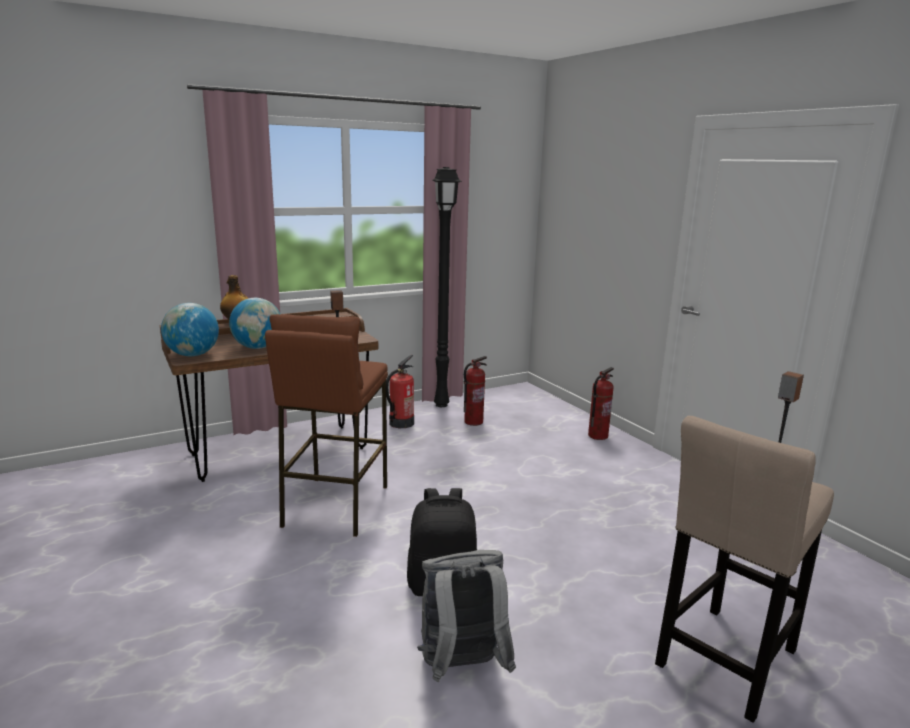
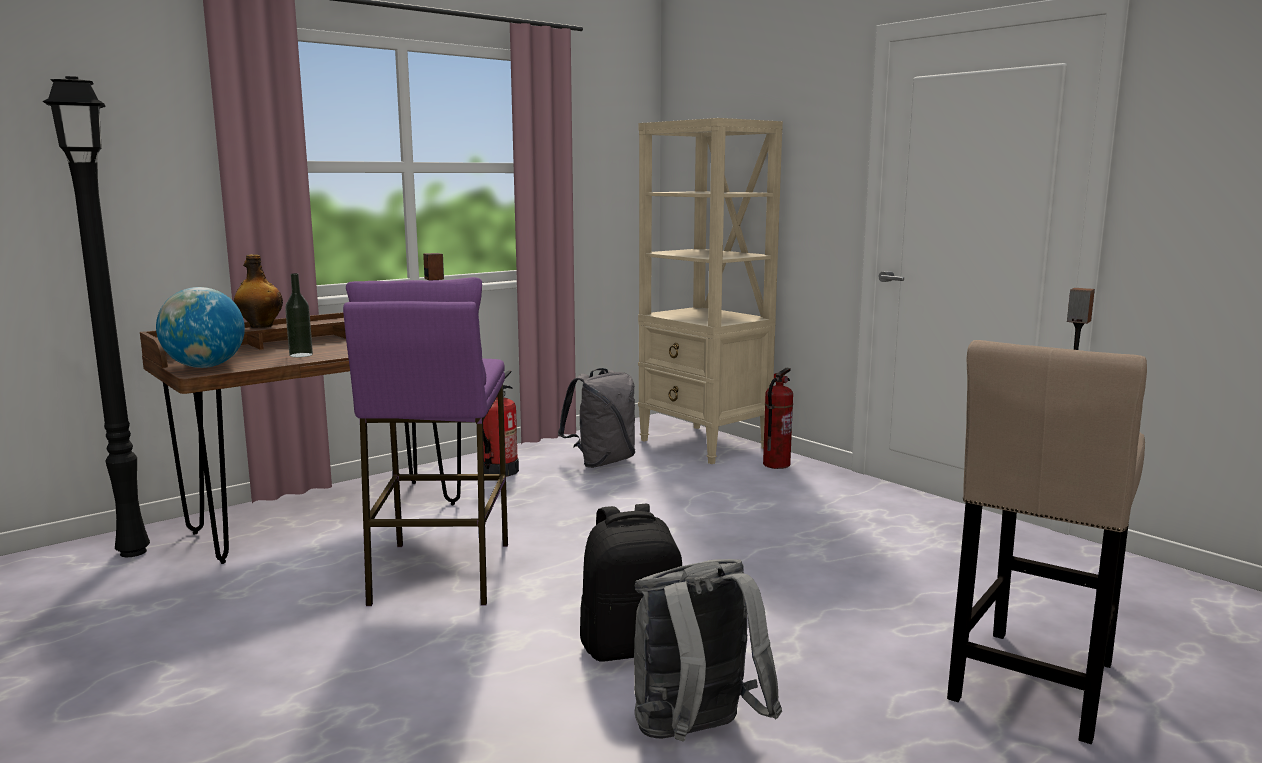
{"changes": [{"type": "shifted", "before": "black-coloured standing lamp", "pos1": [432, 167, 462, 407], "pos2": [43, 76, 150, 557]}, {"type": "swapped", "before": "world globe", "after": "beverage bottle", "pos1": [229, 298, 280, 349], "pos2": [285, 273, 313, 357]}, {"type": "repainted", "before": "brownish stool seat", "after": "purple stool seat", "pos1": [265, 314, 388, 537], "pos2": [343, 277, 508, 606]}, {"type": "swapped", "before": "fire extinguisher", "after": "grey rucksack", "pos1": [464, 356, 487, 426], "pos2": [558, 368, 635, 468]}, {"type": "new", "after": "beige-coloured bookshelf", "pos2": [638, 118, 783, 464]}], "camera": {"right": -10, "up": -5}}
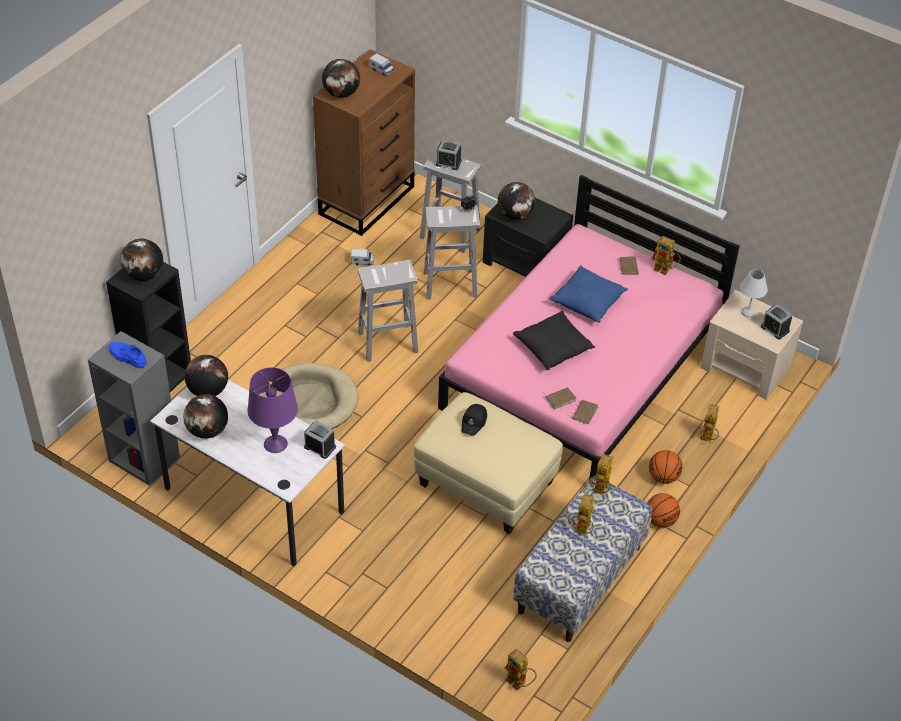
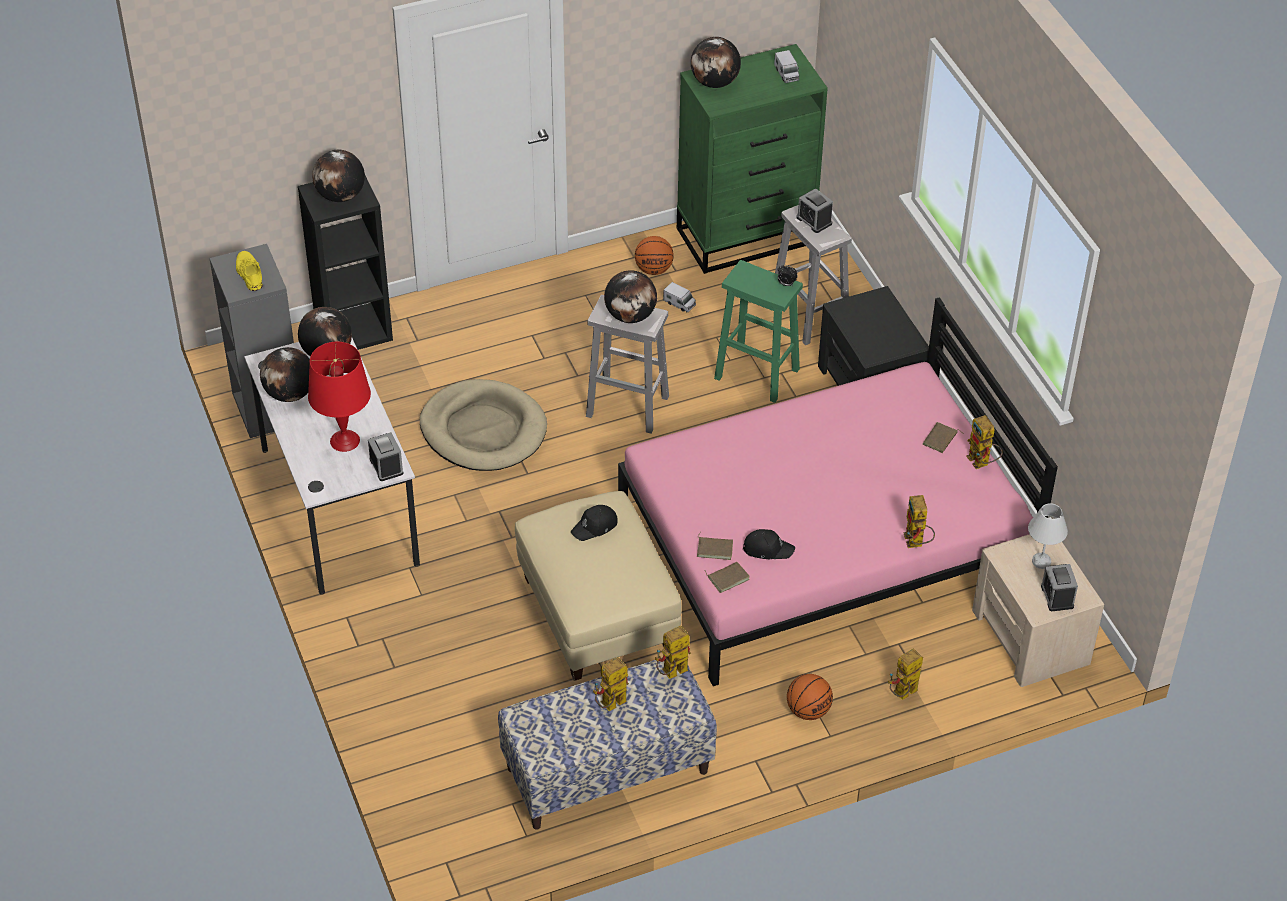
{"changes": [{"type": "repainted", "before": "brownish drawer chest", "after": "green drawer chest", "pos1": [313, 49, 415, 236], "pos2": [677, 44, 828, 274]}, {"type": "shifted", "before": "world globe", "pos1": [498, 182, 535, 220], "pos2": [604, 271, 657, 323]}, {"type": "repainted", "before": "white-coloured stool seat", "after": "green stool seat", "pos1": [424, 205, 480, 300], "pos2": [714, 260, 803, 403]}, {"type": "gone", "before": "blue-coloured cushion", "pos1": [549, 265, 628, 323]}, {"type": "gone", "before": "black-coloured cushion", "pos1": [513, 311, 596, 370]}, {"type": "repainted", "before": "blue-coloured item of footwear", "after": "yellow item of footwear", "pos1": [109, 342, 147, 368], "pos2": [236, 251, 263, 291]}, {"type": "repainted", "before": "purple table lamp", "after": "red-coloured table lamp", "pos1": [248, 367, 298, 453], "pos2": [308, 342, 371, 452]}, {"type": "shifted", "before": "basketball", "pos1": [647, 493, 680, 528], "pos2": [635, 236, 674, 275]}, {"type": "shifted", "before": "model robot", "pos1": [504, 649, 537, 690], "pos2": [904, 495, 935, 548]}, {"type": "new", "after": "black-coloured peaked cap", "pos2": [743, 529, 795, 559]}], "camera": {"right": 35, "up": 0}}
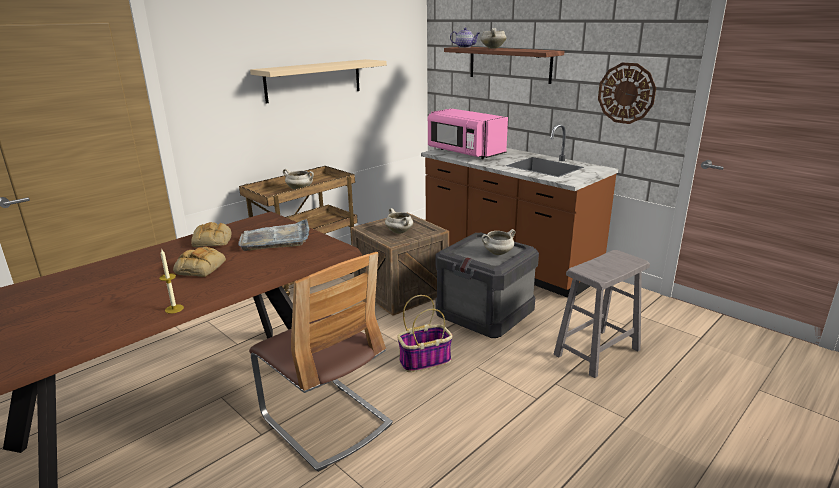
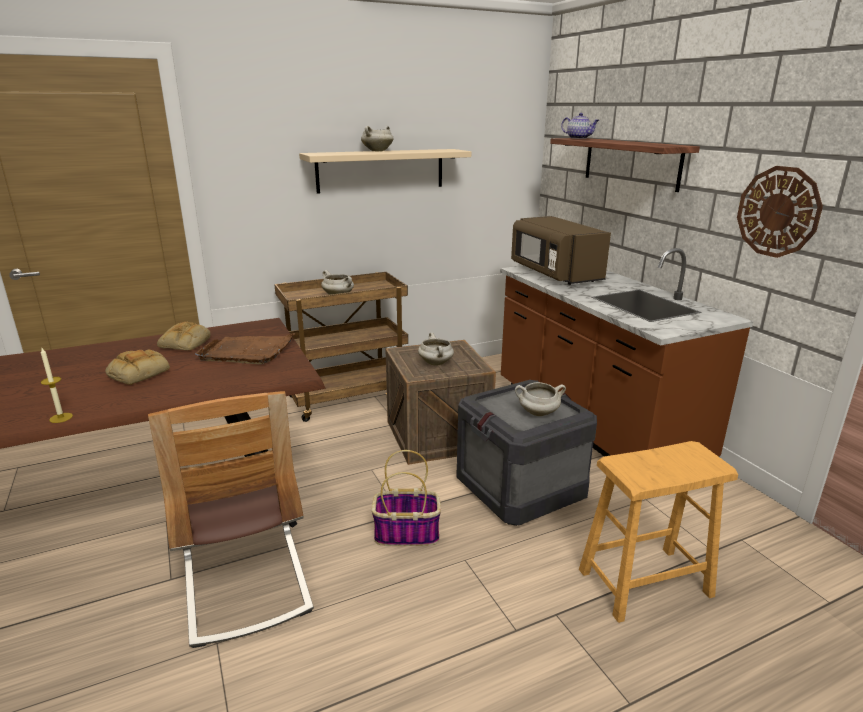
{"changes": [{"type": "shifted", "before": "white-coloured saucepot", "pos1": [480, 28, 507, 48], "pos2": [361, 126, 394, 152]}, {"type": "repainted", "before": "pink-coloured microwave oven", "after": "brownish microwave oven", "pos1": [428, 109, 508, 159], "pos2": [511, 216, 611, 285]}, {"type": "repainted", "before": "grey tray", "after": "brownish tray", "pos1": [238, 219, 309, 251], "pos2": [195, 333, 296, 364]}, {"type": "repainted", "before": "grey stool seat", "after": "brownish stool seat", "pos1": [554, 250, 650, 378], "pos2": [579, 441, 738, 623]}], "camera": {"right": 20, "up": 0}}
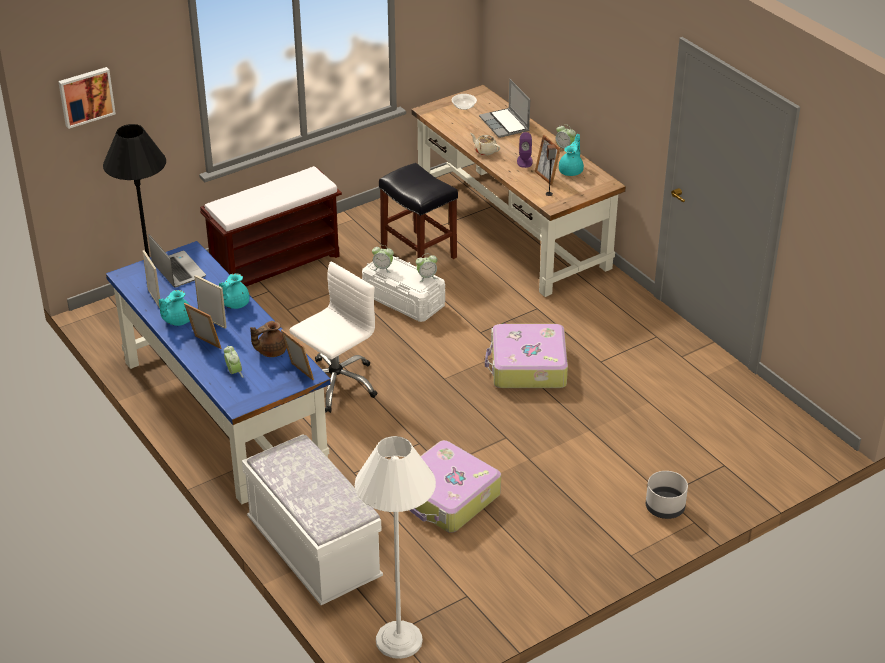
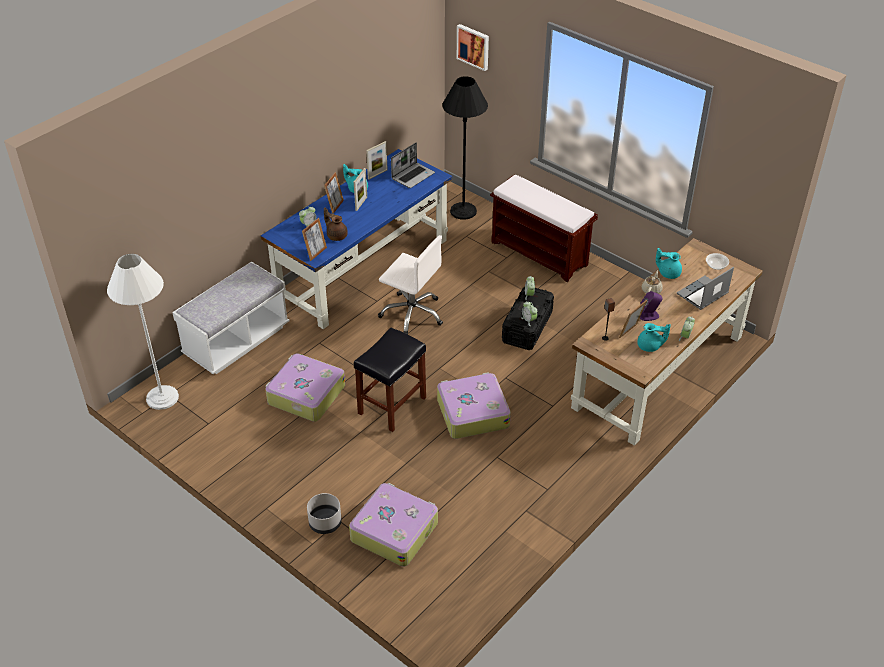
{"changes": [{"type": "shifted", "before": "black-coloured stool seat", "pos1": [379, 163, 458, 259], "pos2": [354, 327, 426, 432]}, {"type": "repainted", "before": "white-coloured storage bin", "after": "black-coloured storage bin", "pos1": [362, 256, 445, 322], "pos2": [502, 287, 554, 350]}, {"type": "shifted", "before": "turquoise tea pot", "pos1": [219, 273, 249, 309], "pos2": [656, 248, 682, 279]}, {"type": "new", "after": "piece of luggage", "pos2": [349, 483, 438, 566]}], "camera": {"right": 75, "up": 5}}
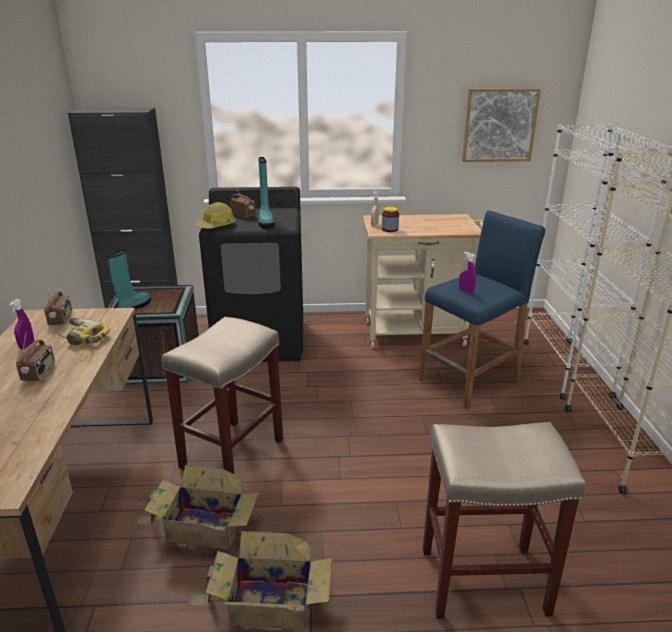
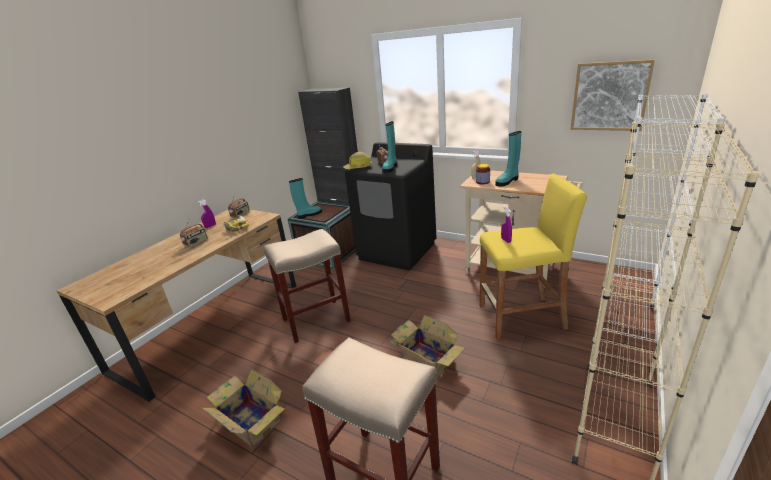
{"changes": [{"type": "repainted", "before": "blue-coloured stool seat", "after": "yellow stool seat", "pos1": [419, 210, 545, 409], "pos2": [479, 174, 587, 339]}, {"type": "shifted", "before": "carton", "pos1": [134, 465, 259, 550], "pos2": [388, 314, 465, 378]}, {"type": "new", "after": "turquoise boot", "pos2": [495, 131, 521, 187]}], "camera": {"right": 35, "up": 0}}
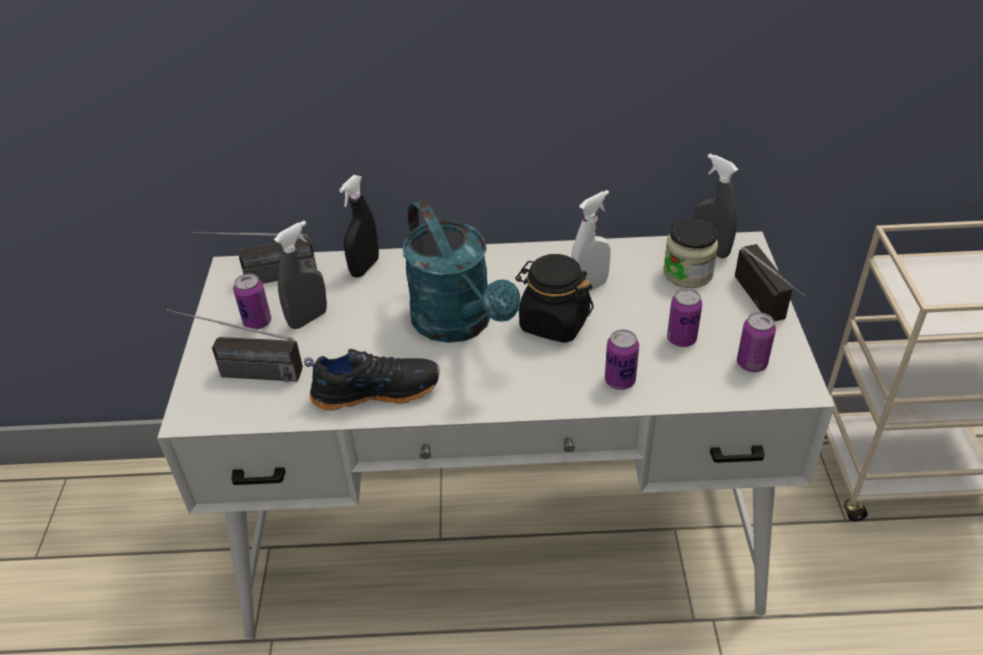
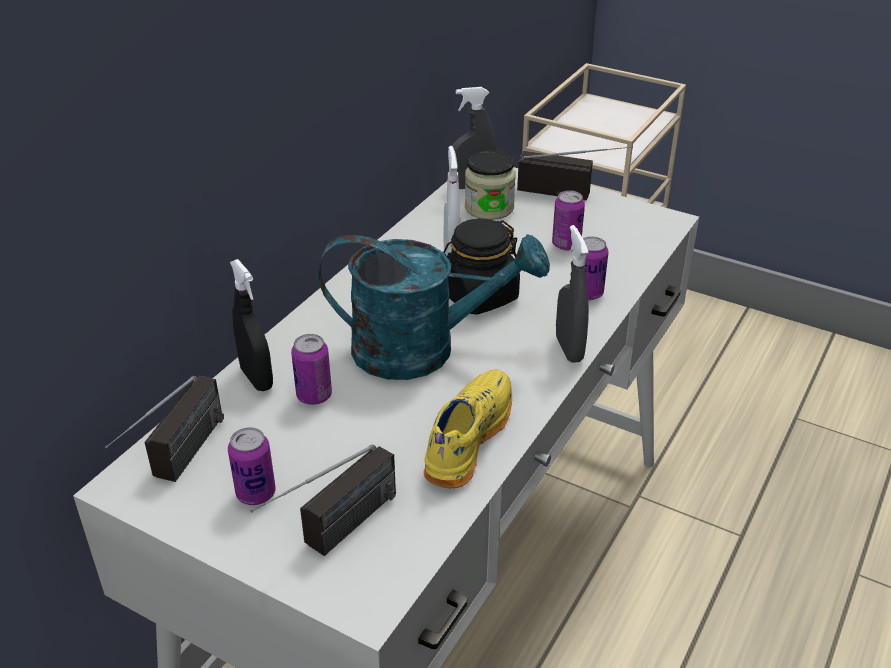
{"changes": [{"type": "shifted", "before": "grey sprayer", "pos1": [274, 221, 327, 329], "pos2": [556, 225, 589, 363]}, {"type": "shifted", "before": "sealed can", "pos1": [737, 312, 776, 372], "pos2": [291, 334, 332, 405]}, {"type": "repainted", "before": "black-coloured item of footwear", "after": "yellow item of footwear", "pos1": [304, 349, 440, 411], "pos2": [423, 369, 512, 488]}], "camera": {"right": -60, "up": -5}}
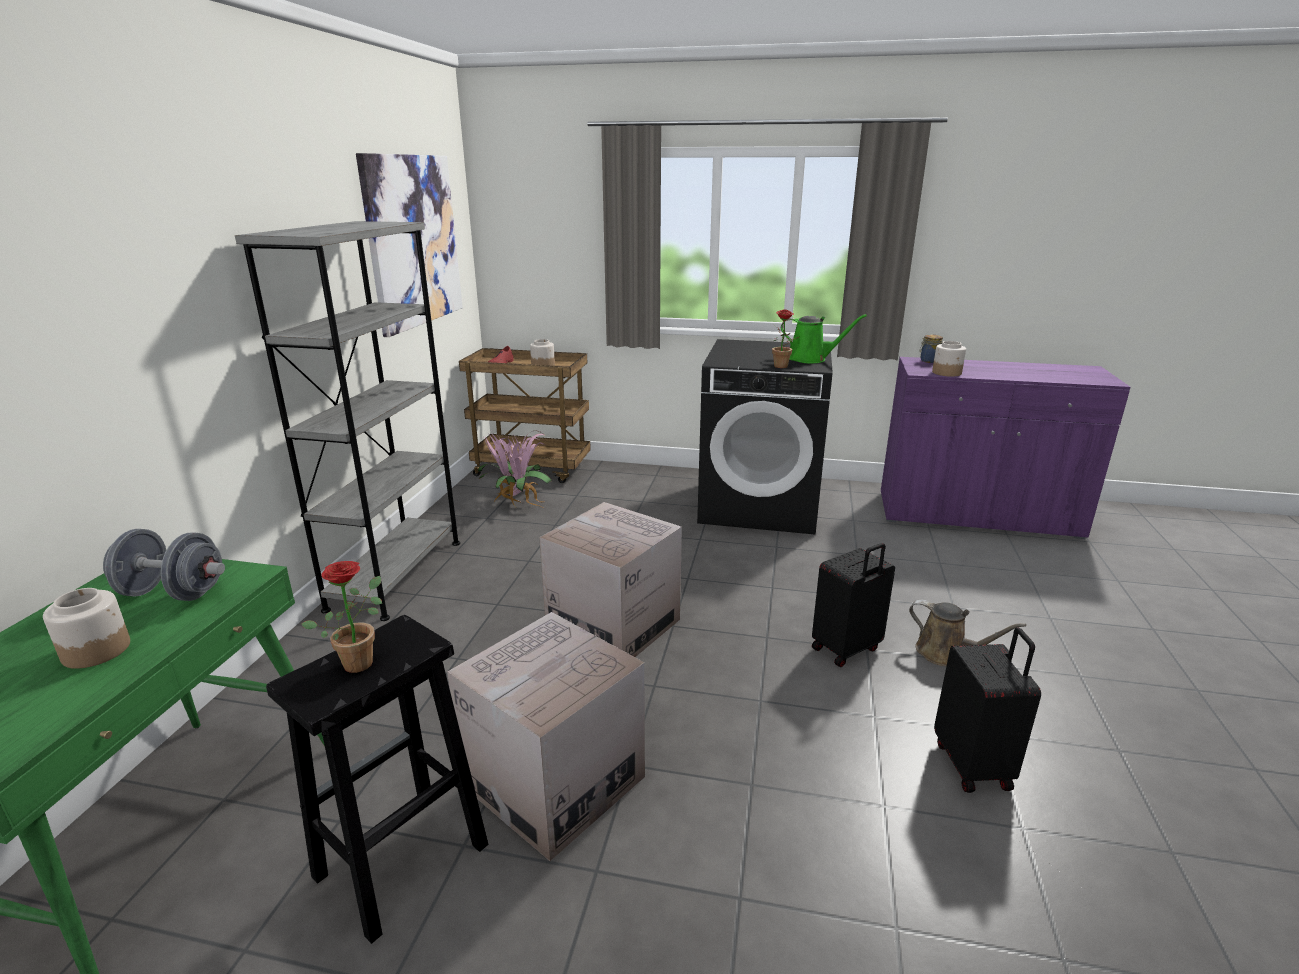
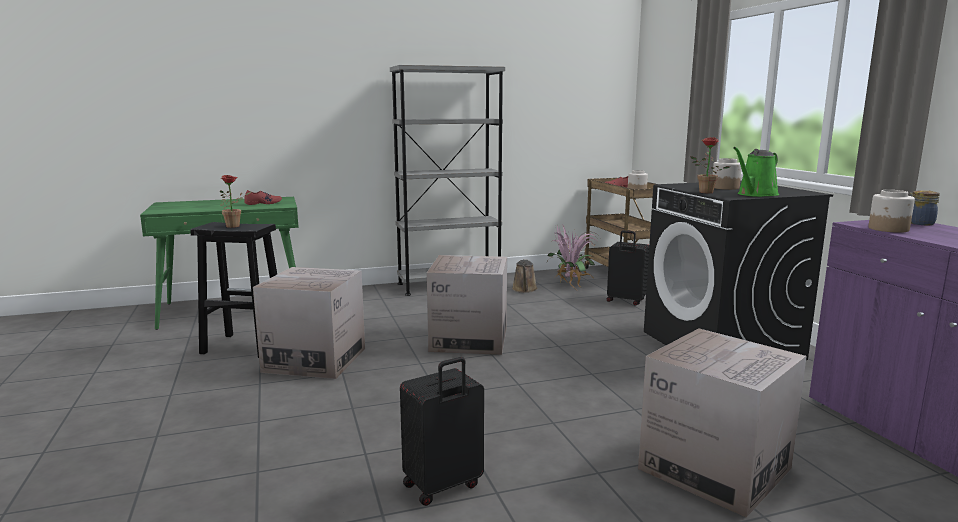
{"changes": [{"type": "gone", "before": "wall picture", "pos1": [356, 153, 463, 337]}, {"type": "rotated", "before": "green watering can", "pos1": [781, 314, 867, 363], "pos2": [733, 147, 779, 197], "turn": 60}, {"type": "swapped", "before": "grey hand weight", "after": "red-coloured item of footwear", "pos1": [103, 529, 225, 601], "pos2": [244, 190, 282, 205]}, {"type": "shifted", "before": "black-coloured piece of luggage", "pos1": [812, 543, 895, 667], "pos2": [607, 230, 649, 306]}, {"type": "shifted", "before": "jar", "pos1": [43, 588, 130, 669], "pos2": [713, 158, 741, 190]}, {"type": "shifted", "before": "brownish watering can", "pos1": [909, 600, 1026, 666], "pos2": [512, 259, 538, 293]}, {"type": "new", "after": "carton", "pos2": [638, 328, 807, 518]}], "camera": {"right": 60, "up": -10}}
